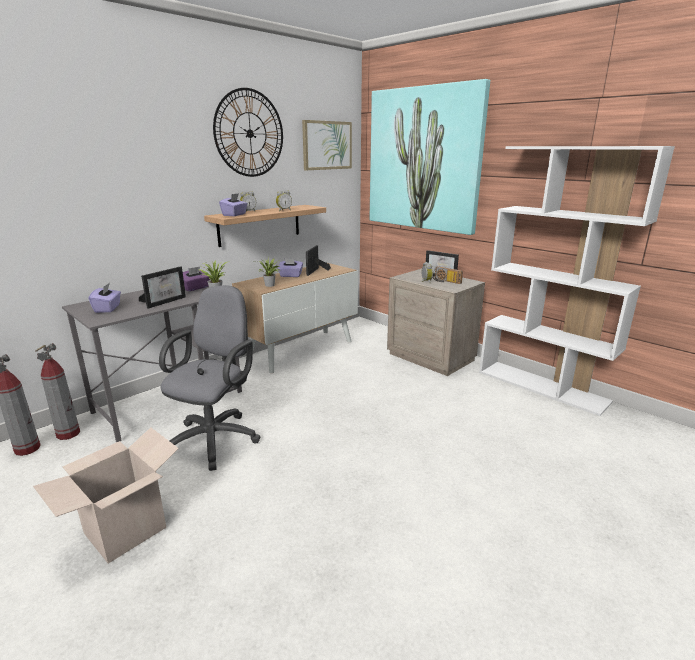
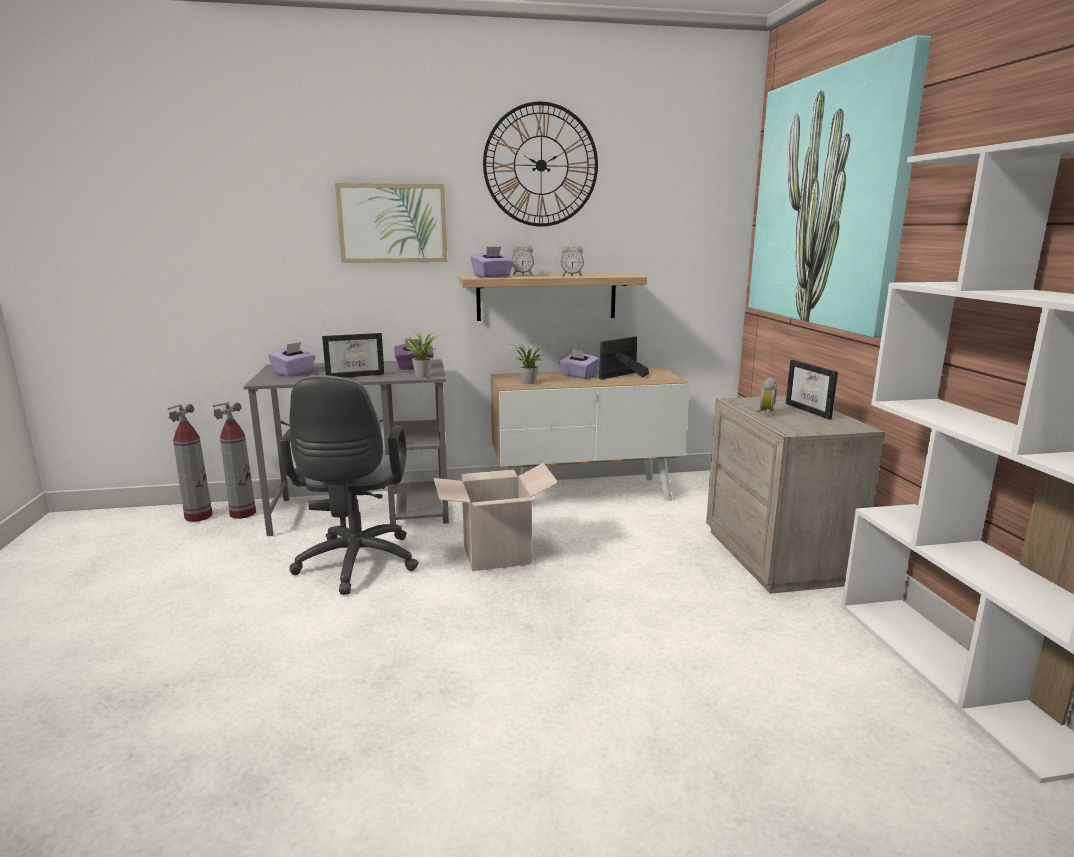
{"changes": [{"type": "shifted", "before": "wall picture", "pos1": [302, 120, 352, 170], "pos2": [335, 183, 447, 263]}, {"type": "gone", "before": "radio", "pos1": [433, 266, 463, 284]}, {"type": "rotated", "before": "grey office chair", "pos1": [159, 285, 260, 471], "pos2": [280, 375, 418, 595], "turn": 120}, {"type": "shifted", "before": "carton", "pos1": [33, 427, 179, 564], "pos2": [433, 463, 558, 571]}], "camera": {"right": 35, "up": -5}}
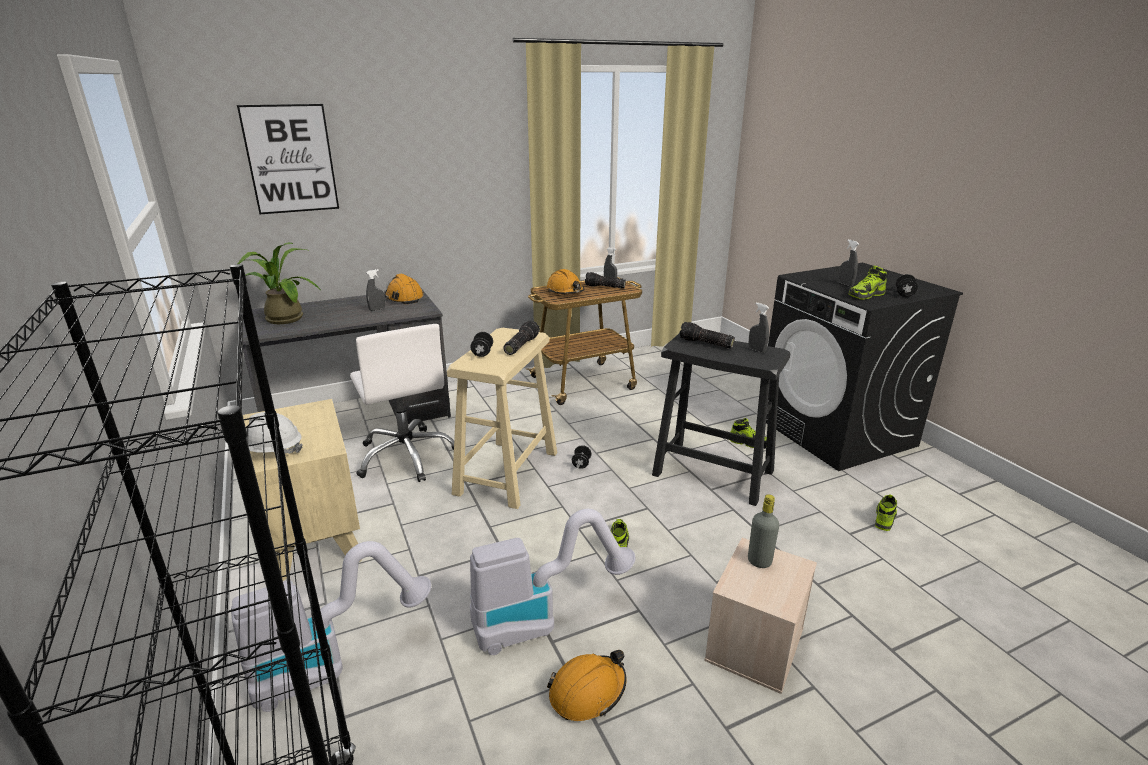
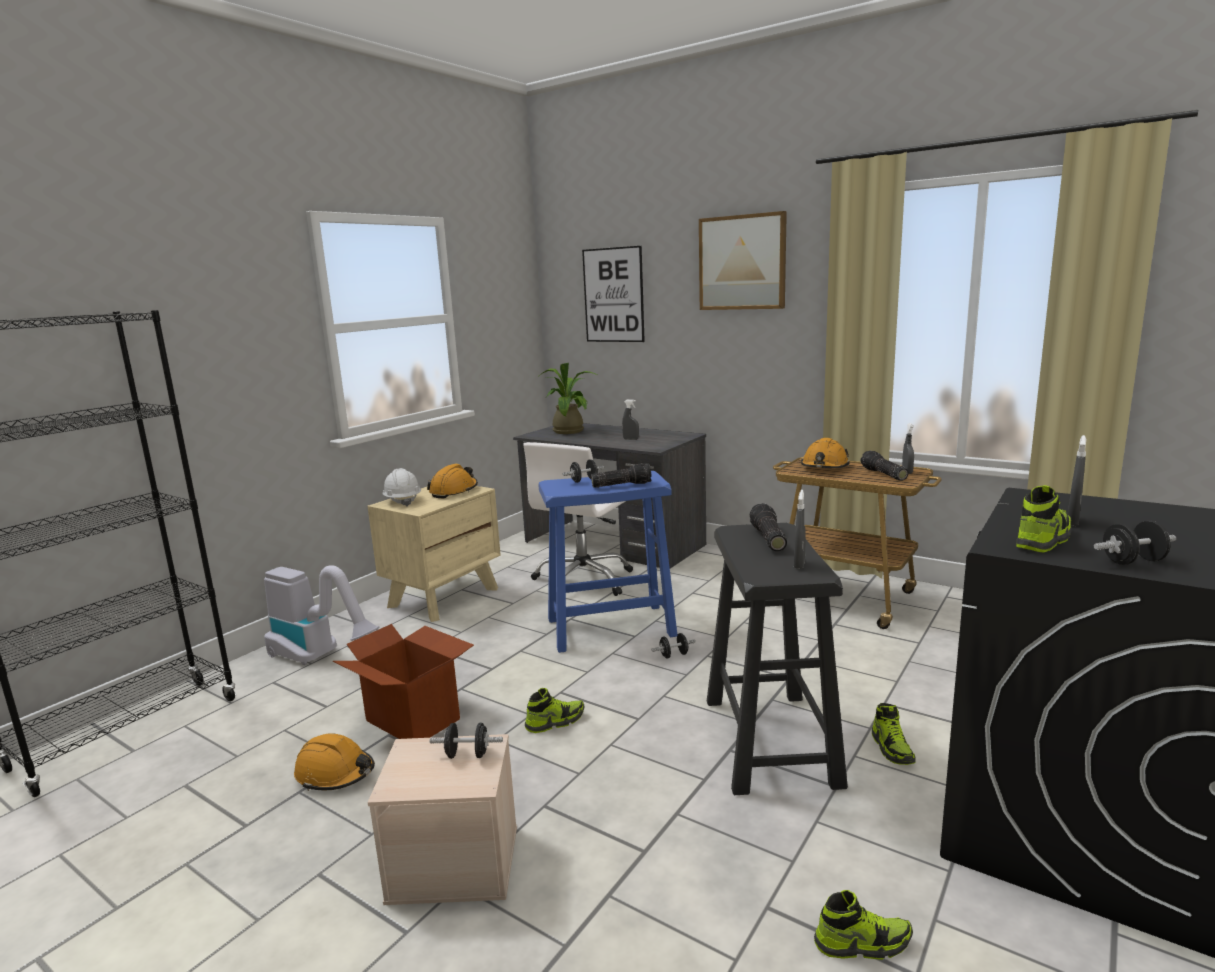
{"changes": [{"type": "rotated", "before": "item of footwear", "pos1": [849, 265, 887, 300], "pos2": [1016, 485, 1071, 552], "turn": 105}, {"type": "shifted", "before": "orange-coloured hard hat", "pos1": [385, 274, 424, 304], "pos2": [427, 464, 478, 498]}, {"type": "repainted", "before": "beige-coloured stool seat", "after": "blue-coloured stool seat", "pos1": [447, 328, 557, 509], "pos2": [539, 471, 677, 653]}, {"type": "swapped", "before": "grey beverage bottle", "after": "black-coloured hand weight", "pos1": [748, 494, 779, 568], "pos2": [429, 722, 503, 759]}, {"type": "swapped", "before": "vacuum cleaner", "after": "carton", "pos1": [470, 509, 635, 655], "pos2": [333, 624, 474, 739]}, {"type": "new", "after": "wall picture", "pos2": [699, 211, 787, 310]}], "camera": {"right": 60, "up": -10}}
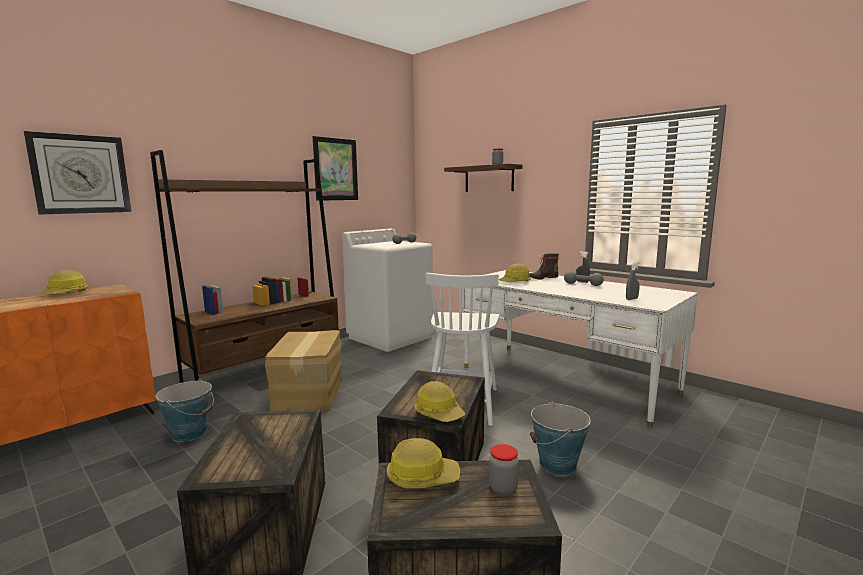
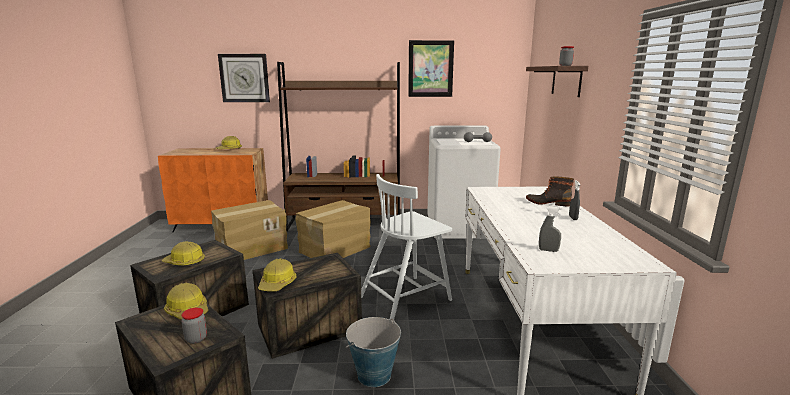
{"changes": [{"type": "shifted", "before": "hard hat", "pos1": [499, 264, 531, 282], "pos2": [162, 242, 205, 265]}, {"type": "gone", "before": "grey hand weight", "pos1": [564, 271, 604, 286]}, {"type": "swapped", "before": "water bucket", "after": "carton", "pos1": [156, 379, 214, 442], "pos2": [211, 200, 288, 260]}], "camera": {"right": 45, "up": 5}}
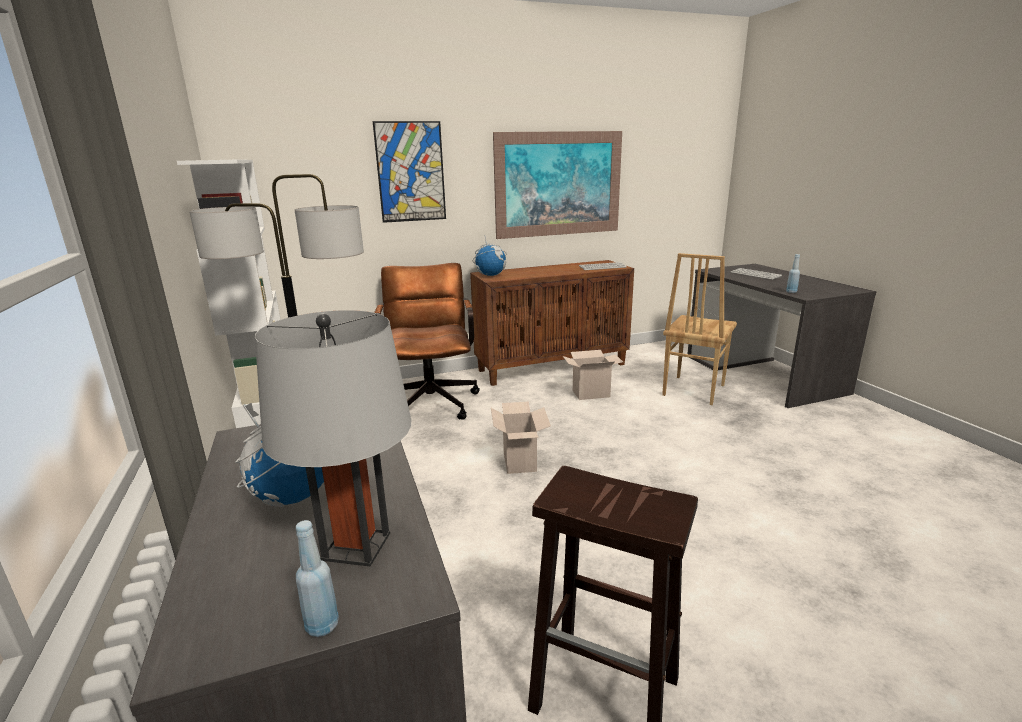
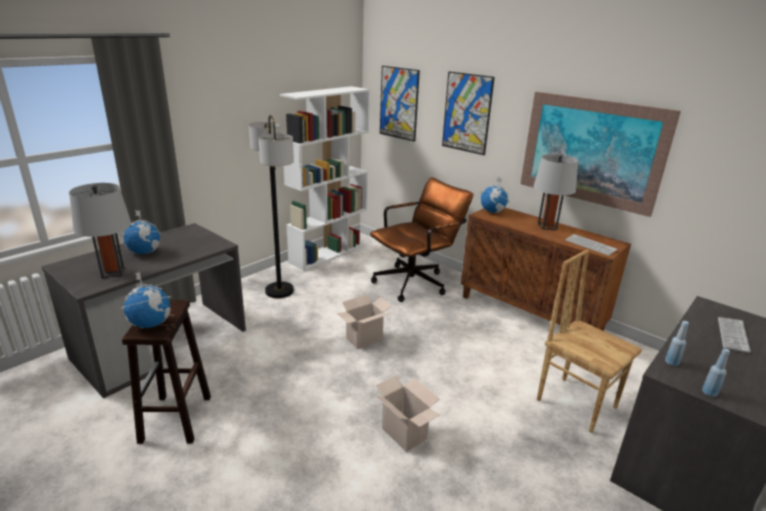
{"changes": [{"type": "rotated", "before": "brownish upright chair", "pos1": [662, 253, 737, 405], "pos2": [537, 249, 642, 433], "turn": 45}, {"type": "shifted", "before": "carton", "pos1": [563, 350, 623, 400], "pos2": [375, 376, 440, 452]}, {"type": "shifted", "before": "blue-coloured beverage bottle", "pos1": [296, 520, 339, 637], "pos2": [702, 348, 730, 397]}, {"type": "new", "after": "wall picture", "pos2": [380, 66, 420, 142]}, {"type": "new", "after": "grey table lamp", "pos2": [533, 154, 578, 230]}, {"type": "new", "after": "world globe", "pos2": [120, 272, 171, 328]}], "camera": {"right": 60, "up": 5}}
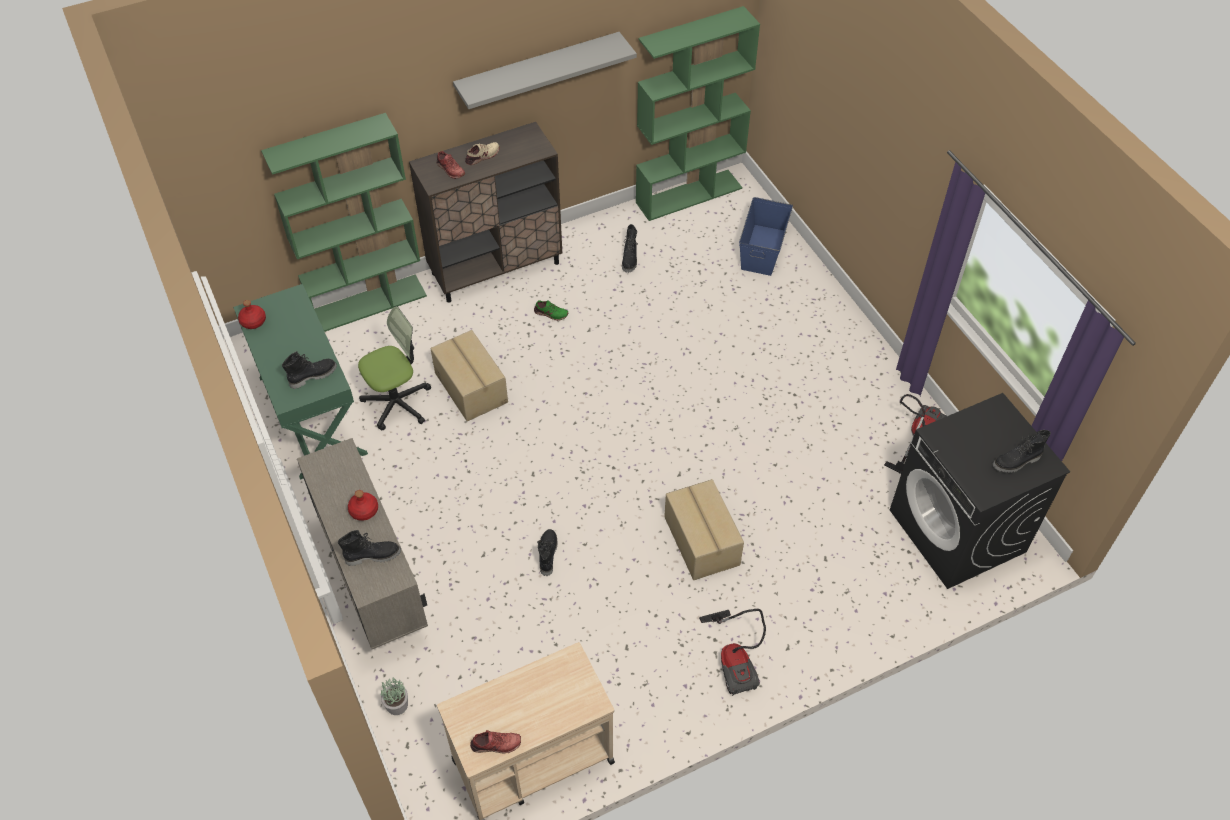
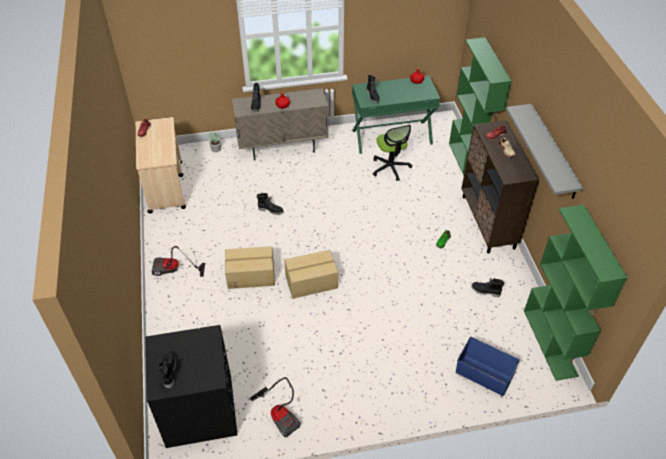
{"changes": [{"type": "shifted", "before": "carton", "pos1": [430, 330, 508, 421], "pos2": [284, 250, 338, 299]}], "camera": {"right": 105, "up": -5}}
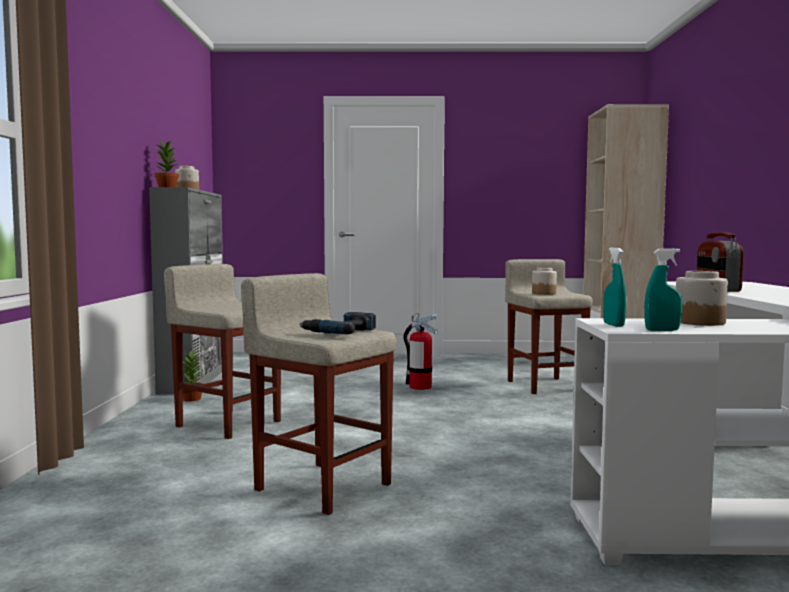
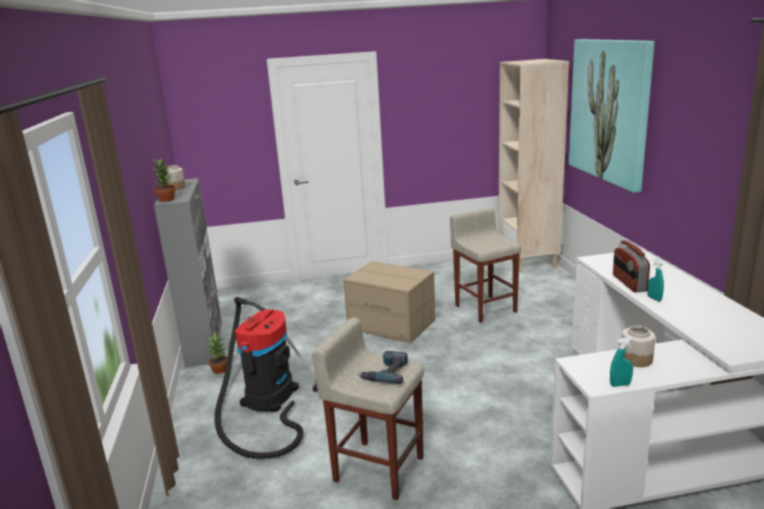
{"changes": [{"type": "shifted", "before": "turquoise sprayer", "pos1": [603, 247, 626, 327], "pos2": [647, 258, 664, 302]}, {"type": "swapped", "before": "beige-coloured stool seat", "after": "vacuum cleaner", "pos1": [164, 264, 281, 439], "pos2": [214, 297, 318, 459]}, {"type": "gone", "before": "jar", "pos1": [532, 267, 557, 295]}, {"type": "swapped", "before": "fire extinguisher", "after": "carton", "pos1": [403, 313, 439, 390], "pos2": [344, 261, 435, 343]}, {"type": "new", "after": "wall picture", "pos2": [569, 39, 655, 193]}], "camera": {"right": -10, "up": 15}}
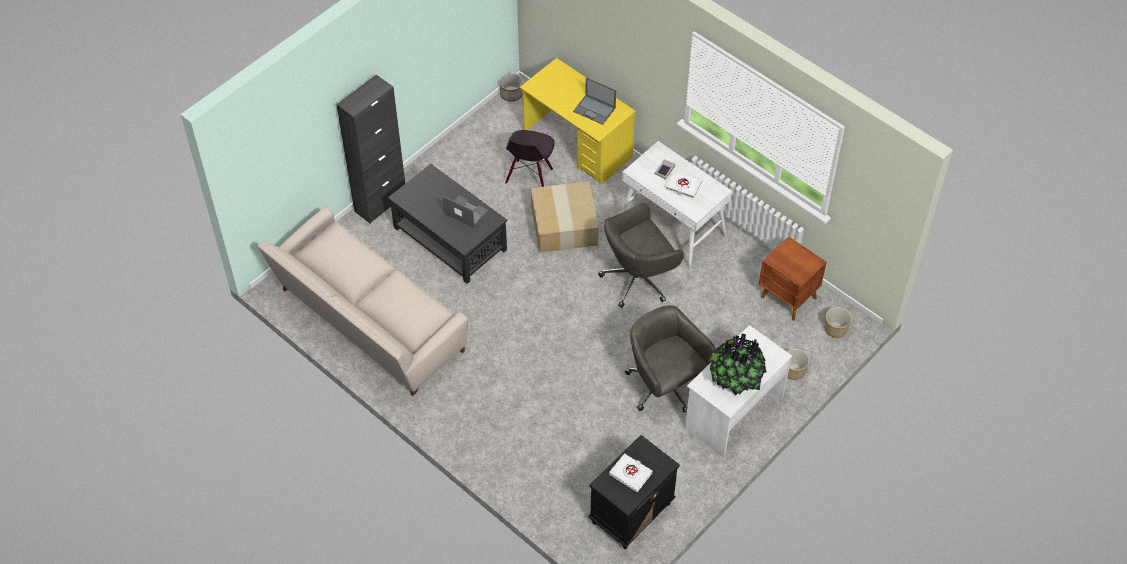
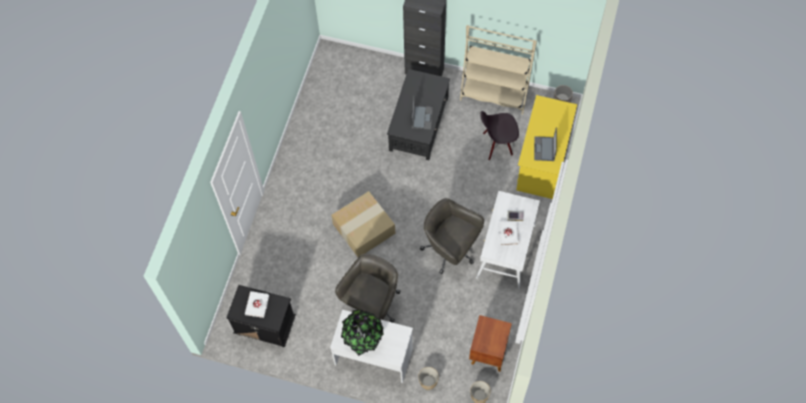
{"changes": [{"type": "shifted", "before": "carton", "pos1": [531, 181, 599, 252], "pos2": [331, 191, 395, 257]}, {"type": "gone", "before": "beige-coloured settee", "pos1": [258, 207, 468, 396]}, {"type": "new", "after": "beige-coloured bookshelf", "pos2": [460, 25, 537, 115]}], "camera": {"right": 65, "up": 10}}
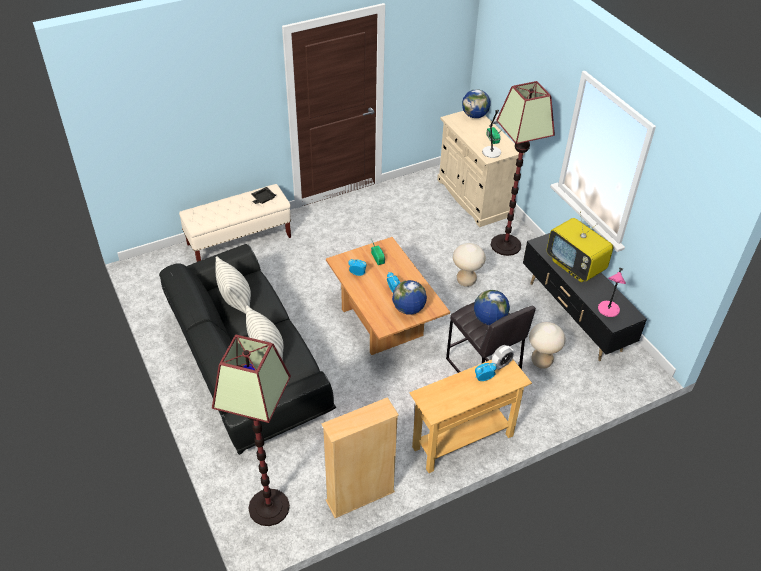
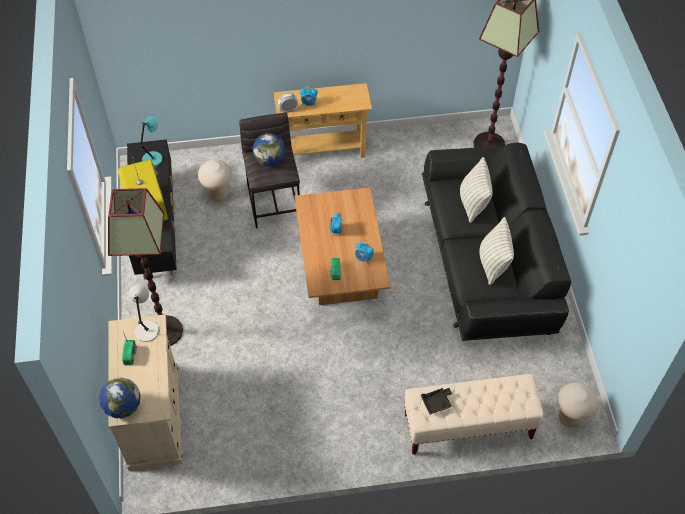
{"changes": [{"type": "shifted", "before": "beige-coloured stool seat", "pos1": [453, 243, 486, 287], "pos2": [557, 382, 597, 428]}, {"type": "repainted", "before": "pink-coloured table lamp", "after": "turquoise table lamp", "pos1": [598, 268, 626, 317], "pos2": [139, 116, 163, 166]}, {"type": "gone", "before": "world globe", "pos1": [392, 280, 427, 315]}, {"type": "gone", "before": "beige-coloured bookshelf", "pos1": [321, 397, 399, 518]}], "camera": {"right": -160, "up": 10}}
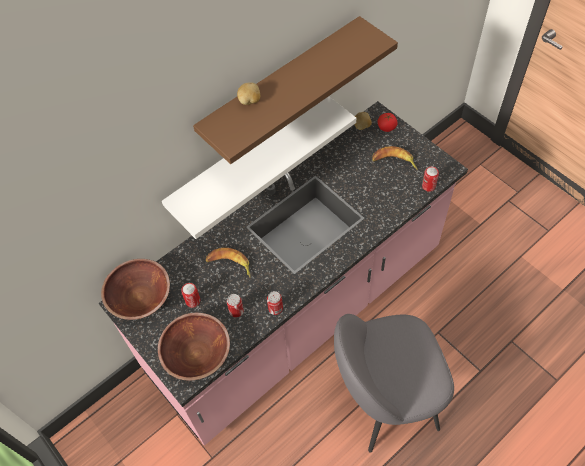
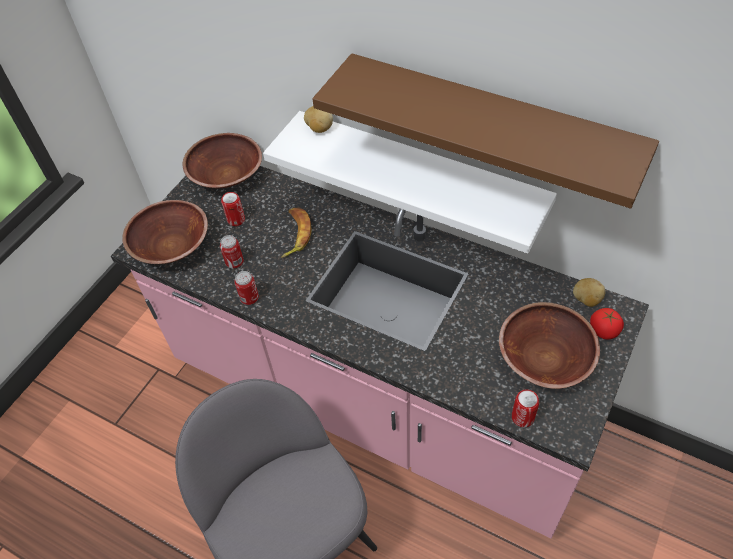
{"changes": [{"type": "shifted", "before": "whole potato", "pos1": [237, 82, 260, 105], "pos2": [304, 106, 333, 133]}, {"type": "swapped", "before": "banana", "after": "brownish serving bowl", "pos1": [372, 146, 417, 170], "pos2": [499, 302, 600, 389]}], "camera": {"right": 70, "up": -5}}
